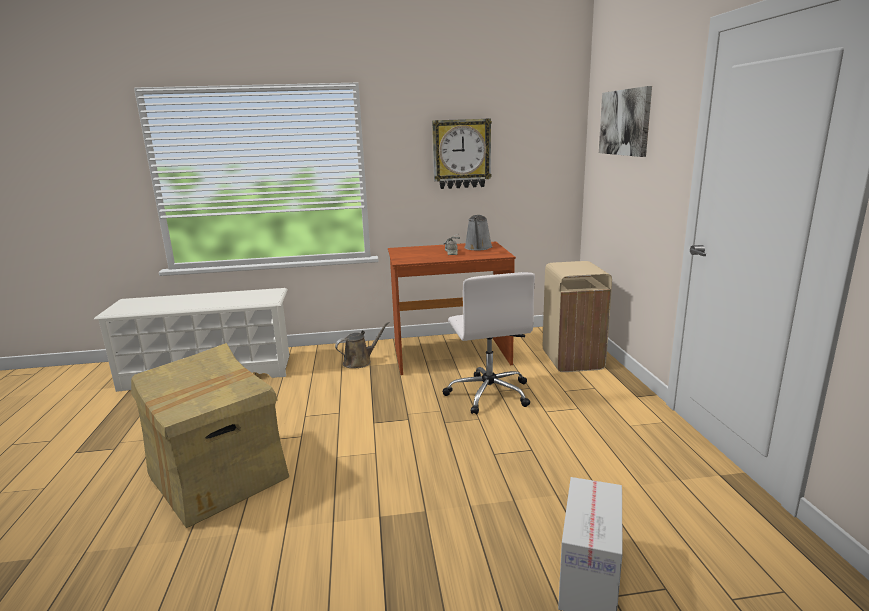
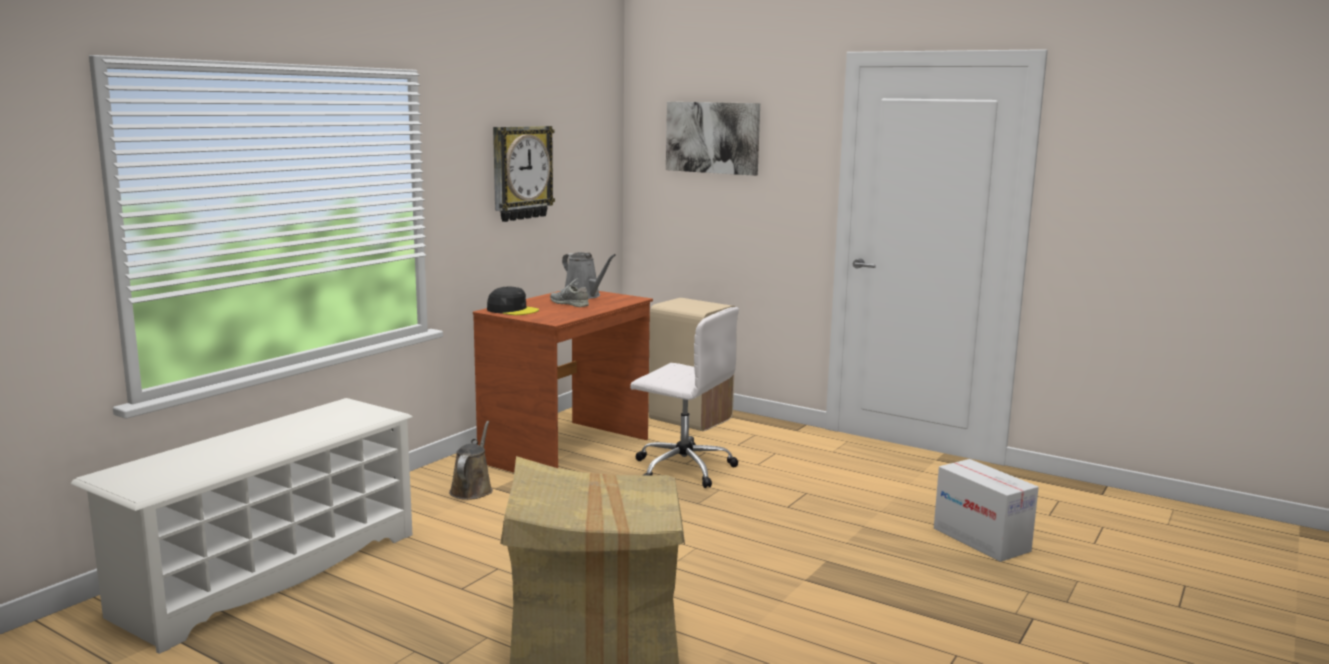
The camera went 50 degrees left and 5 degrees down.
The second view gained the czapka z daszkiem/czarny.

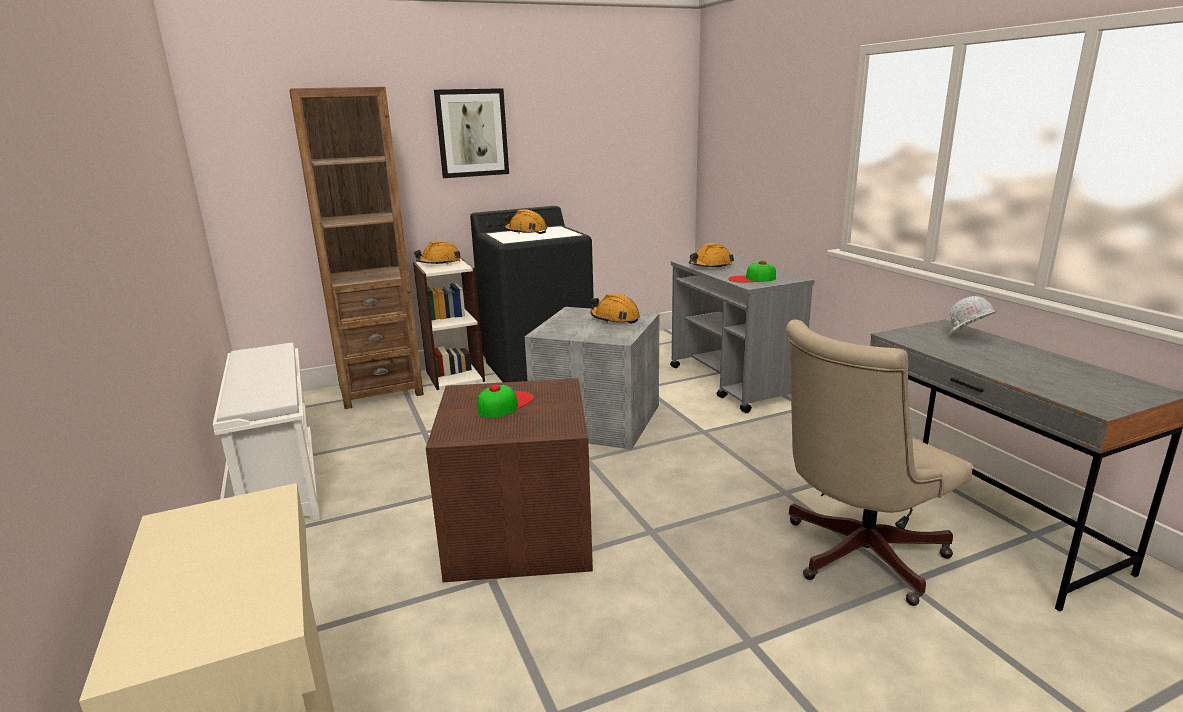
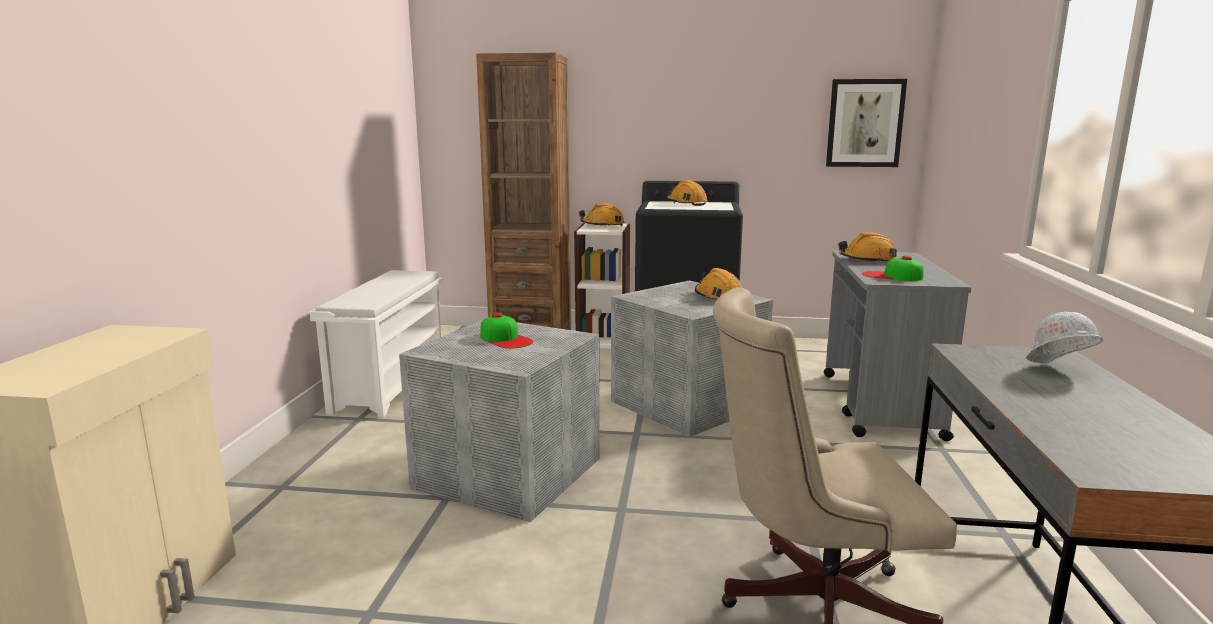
The camera went 30 degrees right and 5 degrees down.
What was the pojemnik do przechowywania/brązowy turned into the pojemnik do przechowywania/szary (1st from left).
The czapka z daszkiem (1st from left) ended up facing another way, 75 degrees clockwise from before.
The obraz ended up elsewhere.

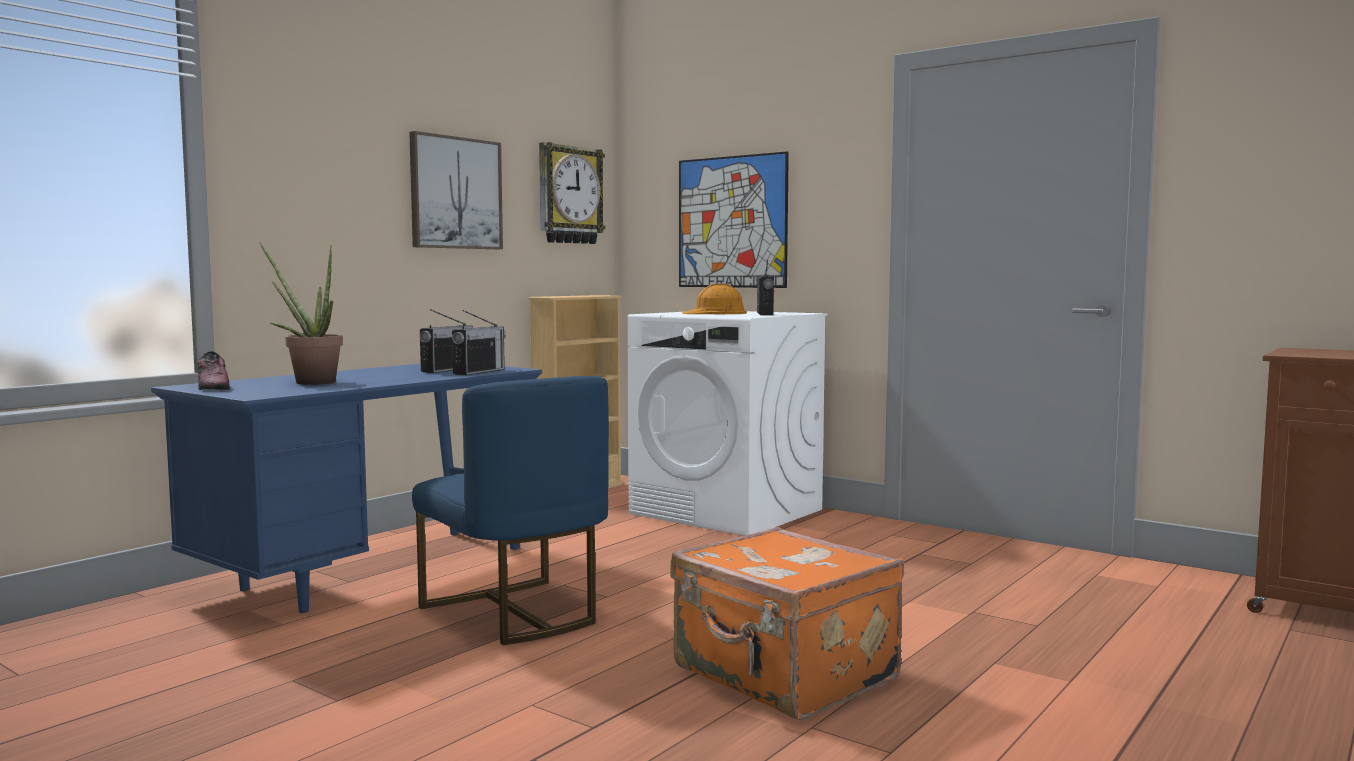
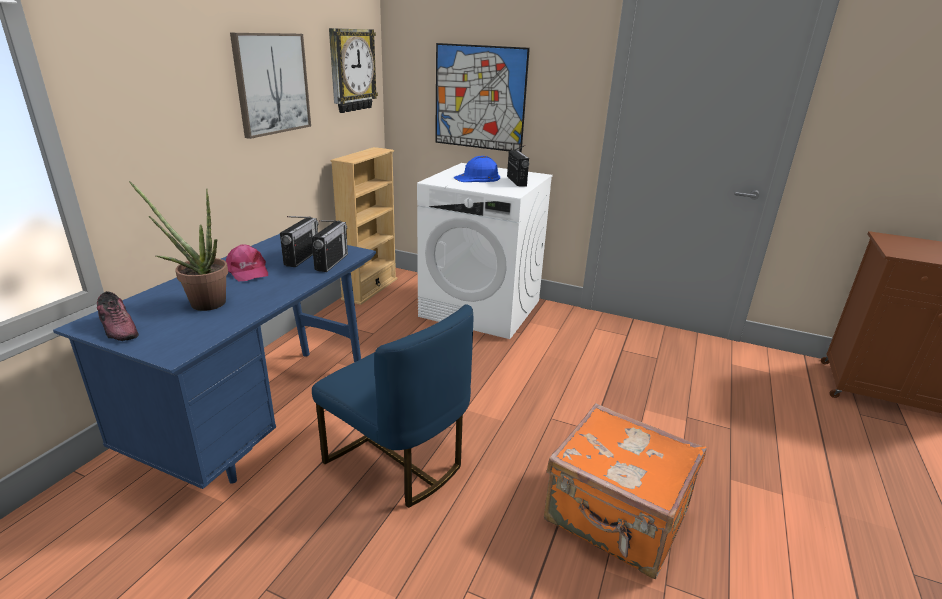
The camera went 15 degrees left and 20 degrees up.
The second view gained the czapka z daszkiem/różowy.
What was the kask/pomarańczowy turned into the kask/niebieski.

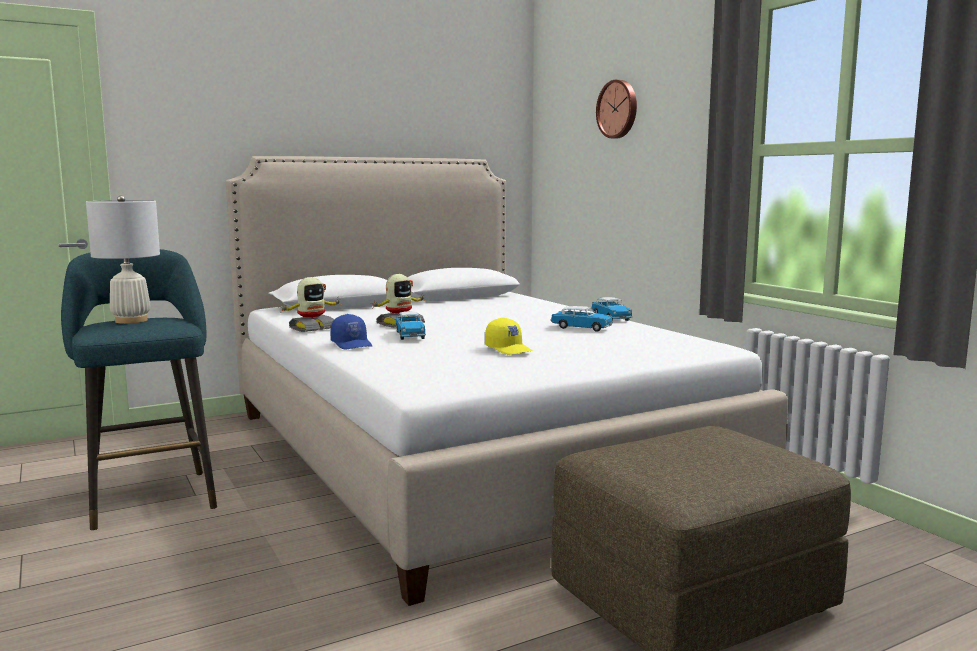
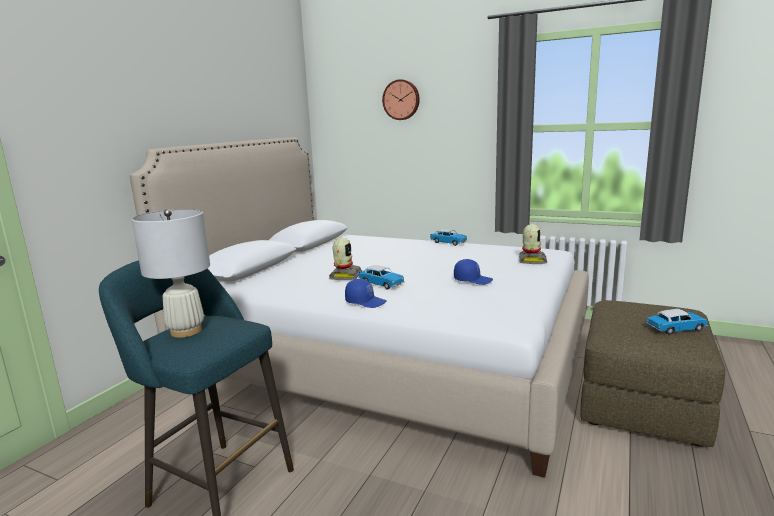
The camera went 35 degrees left and 5 degrees up.
What was the czapka z daszkiem/żółty turned into the czapka z daszkiem/niebieski (2nd from left).
The robot zabawkowy (1st from left in the first image) ended up elsewhere.
The samochodzik (2nd from left in the first image) ended up elsewhere.

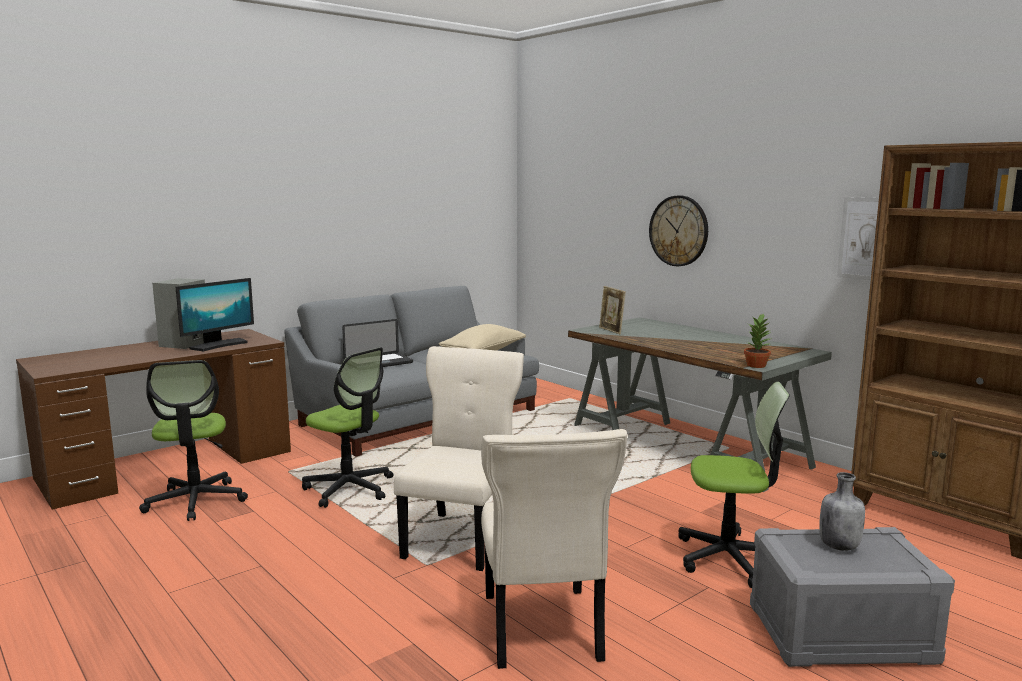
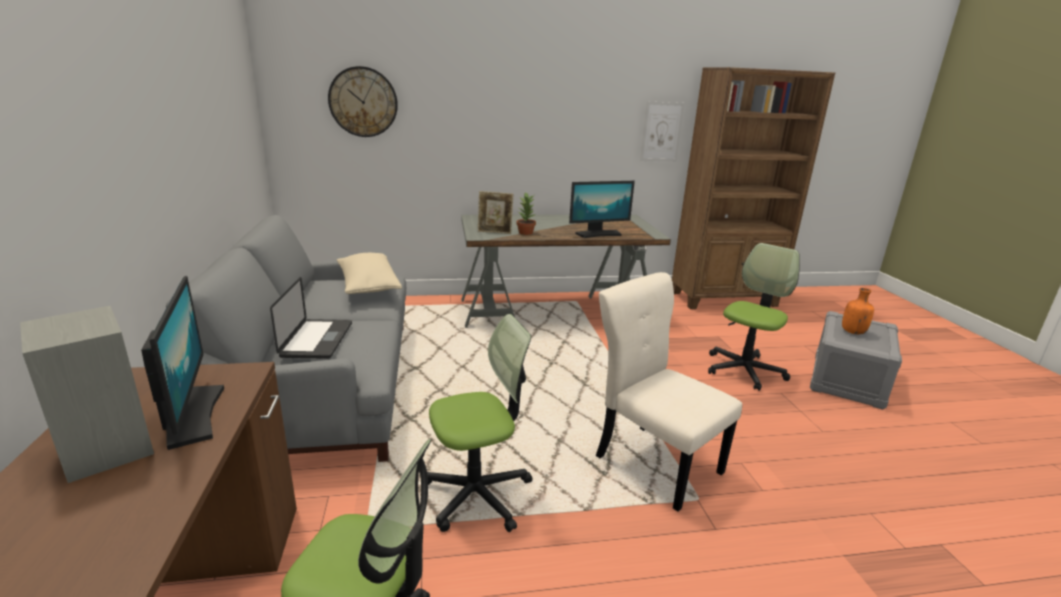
The camera went 60 degrees left and 10 degrees up.
The zegar ścienny ended up elsewhere.
The roślina doniczkowa ended up elsewhere.
The second view gained the monitor (2nd from left).
What was the butelka/szary turned into the butelka/pomarańczowy.
The second view lost the krzesło/beżowy (2nd from left).

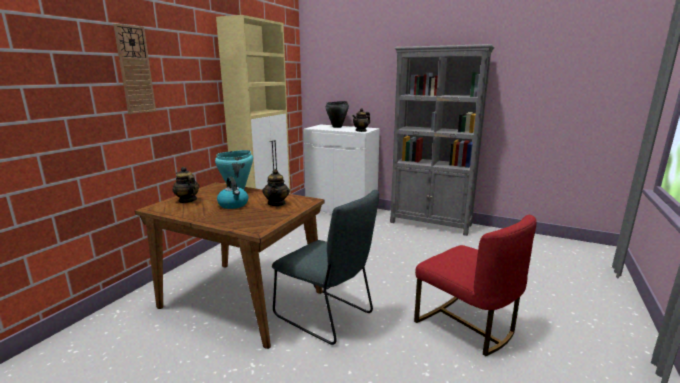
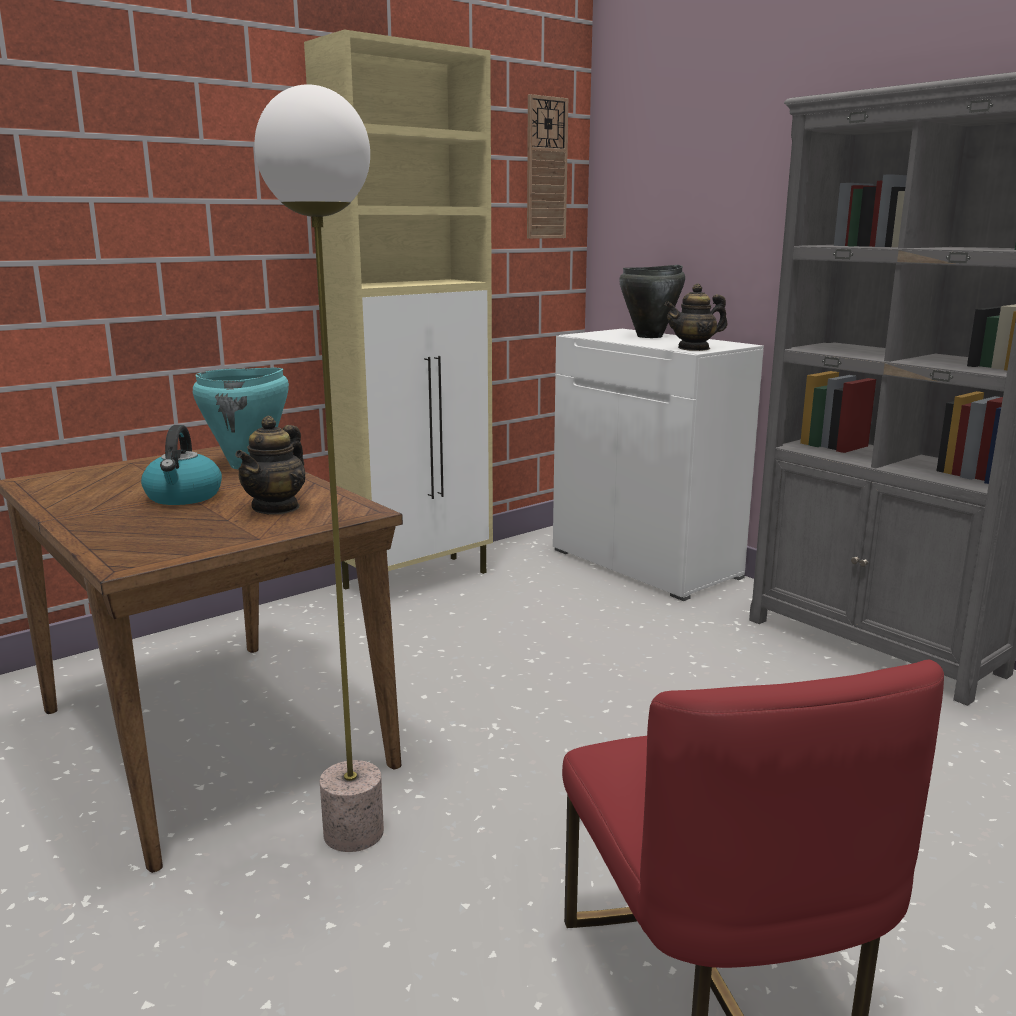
The camera went 25 degrees right and 0 degrees up.
Where the krzesło/szary stood, the lampa stojąca came to stand.
The zegar ścienny ended up elsewhere.
The second view lost the imbryk (1st from left).

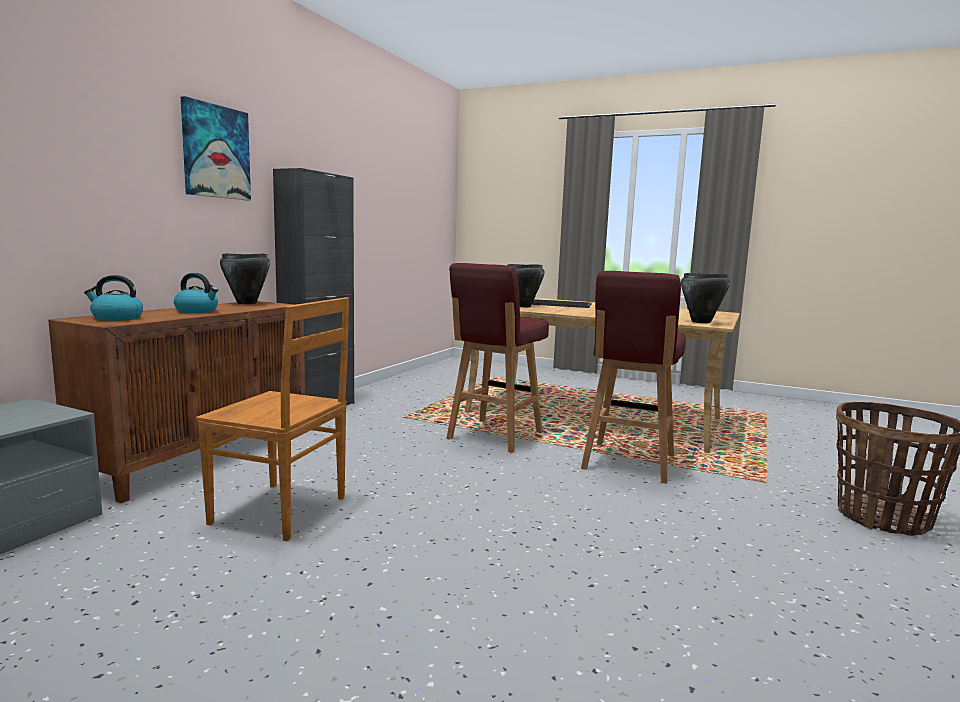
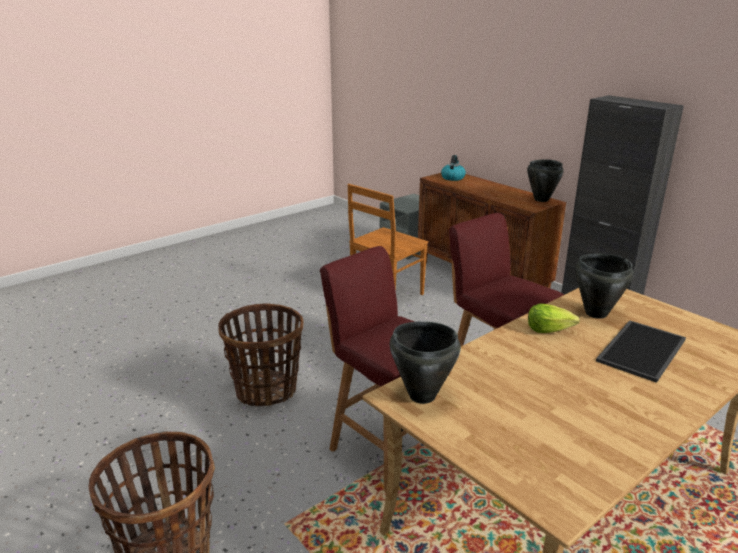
The camera went 115 degrees right and 15 degrees up.
The second view gained the koszyk (2nd from left).
The second view gained the sałata.
The second view lost the czajnik (2nd from left).
The second view lost the obraz.

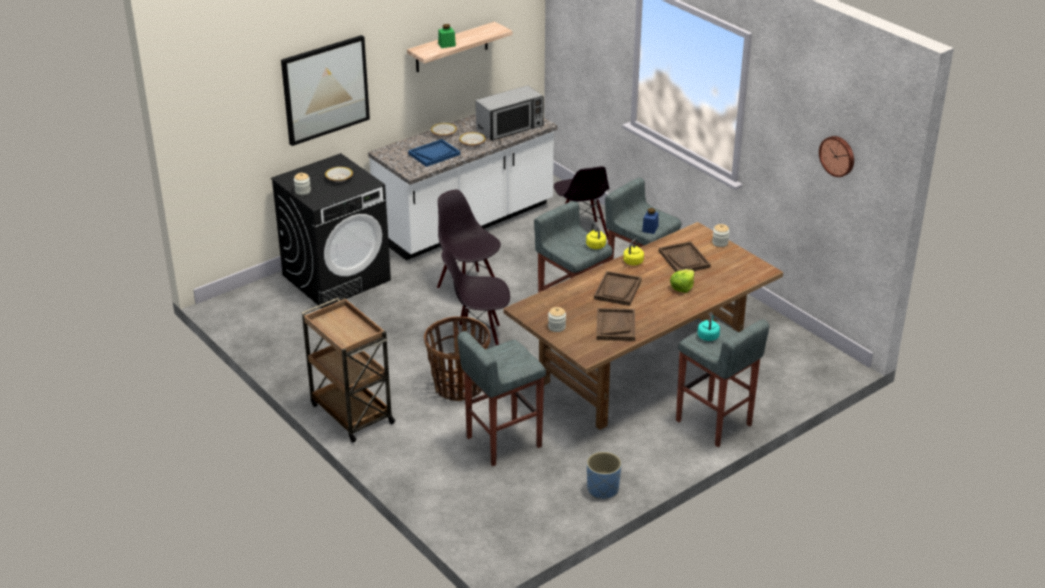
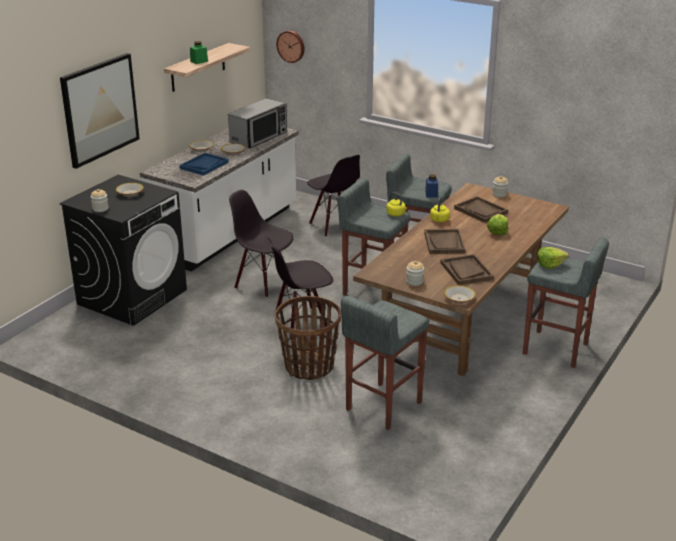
The camera went 20 degrees left and 5 degrees down.
The zegar ścienny ended up elsewhere.
The second view gained the miska (4th from left).
Where the czajnik/turkusowy stood, the sałata (2nd from left) came to stand.
The second view lost the wózek/brązowy.
The second view lost the donica/niebieski.

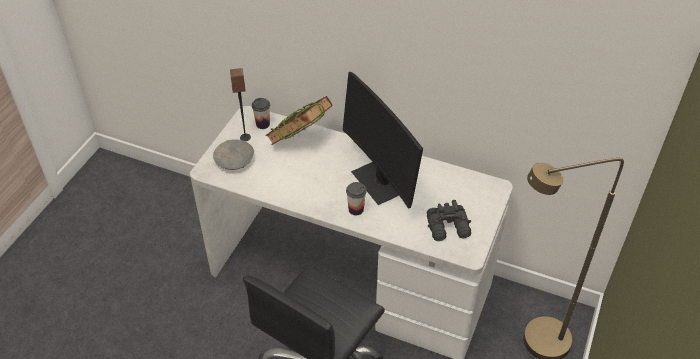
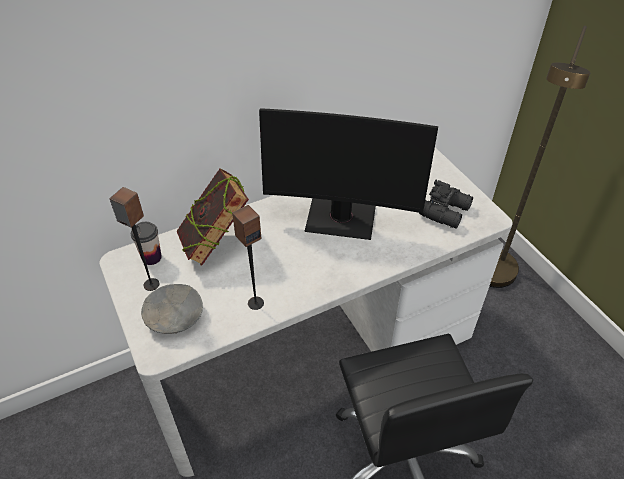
The camera went 50 degrees left and 0 degrees up.
The second view gained the głośnik (2nd from left).
The second view lost the filiżanka (2nd from left).

